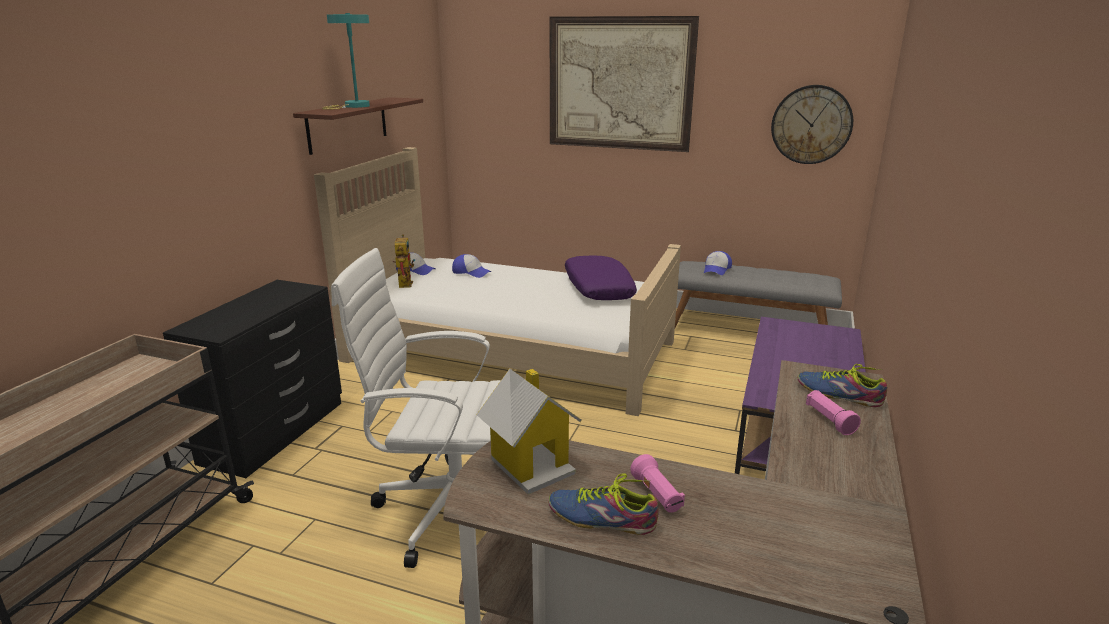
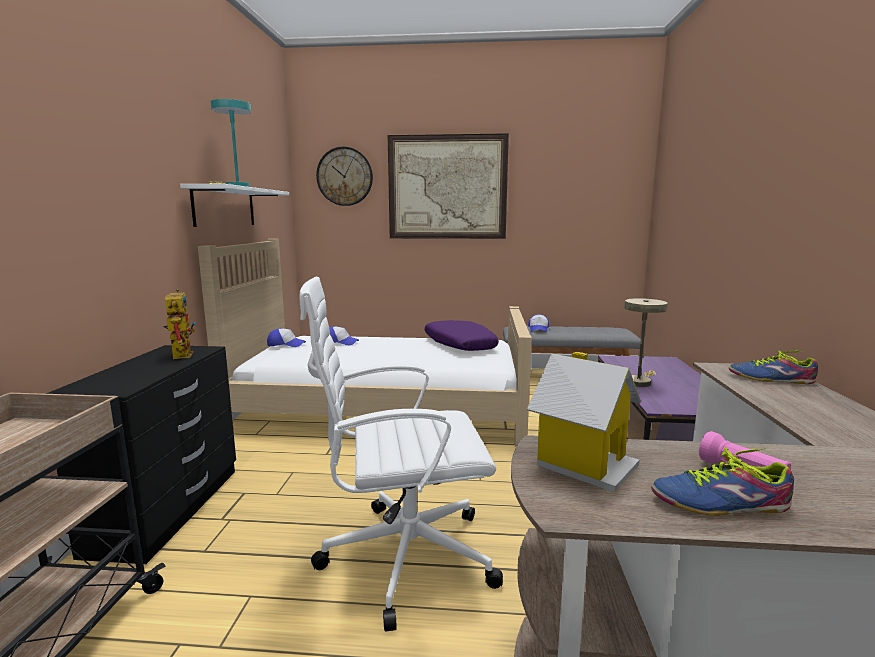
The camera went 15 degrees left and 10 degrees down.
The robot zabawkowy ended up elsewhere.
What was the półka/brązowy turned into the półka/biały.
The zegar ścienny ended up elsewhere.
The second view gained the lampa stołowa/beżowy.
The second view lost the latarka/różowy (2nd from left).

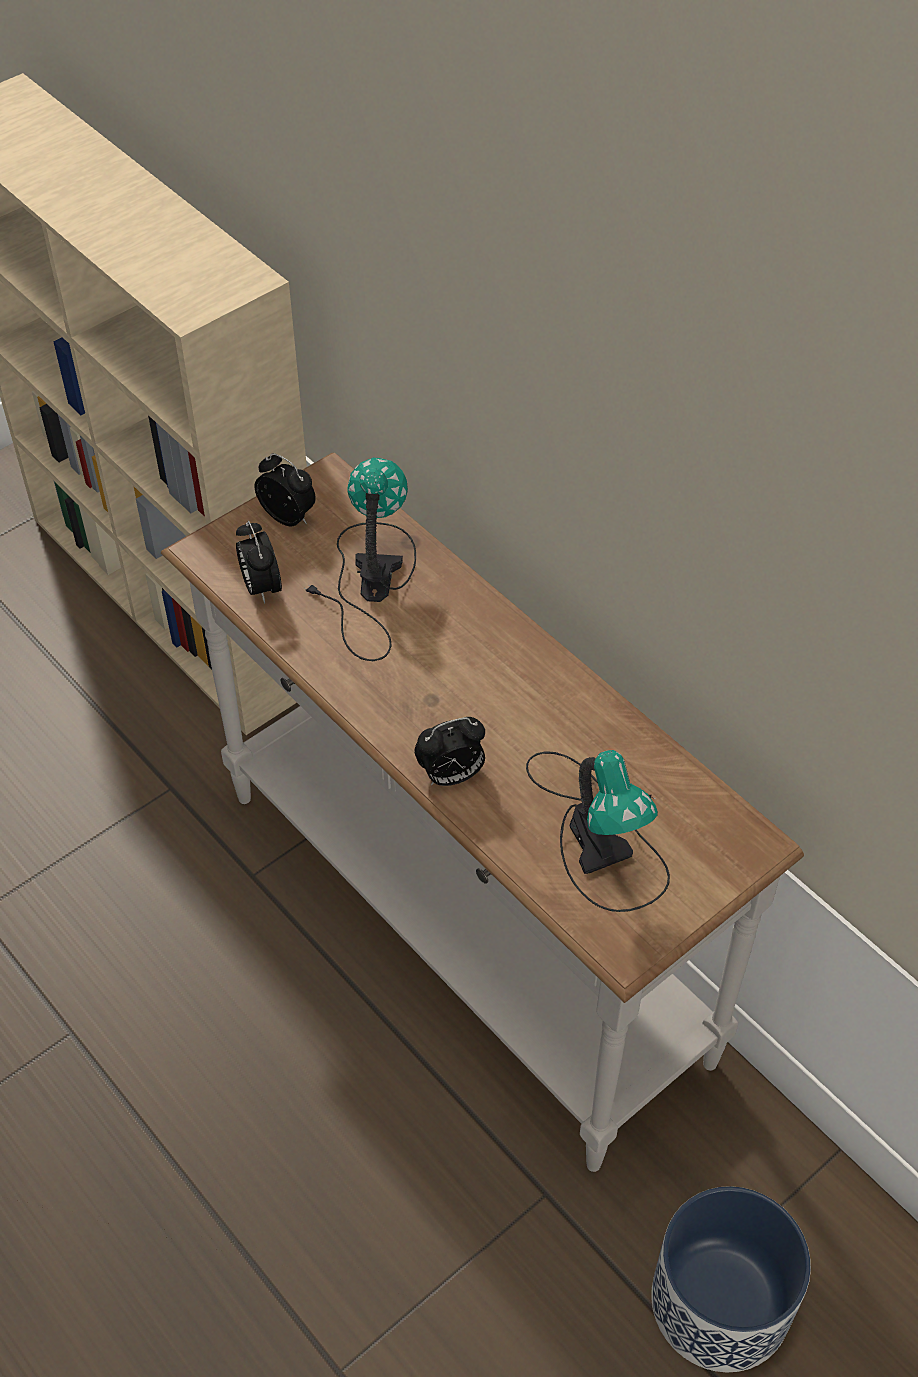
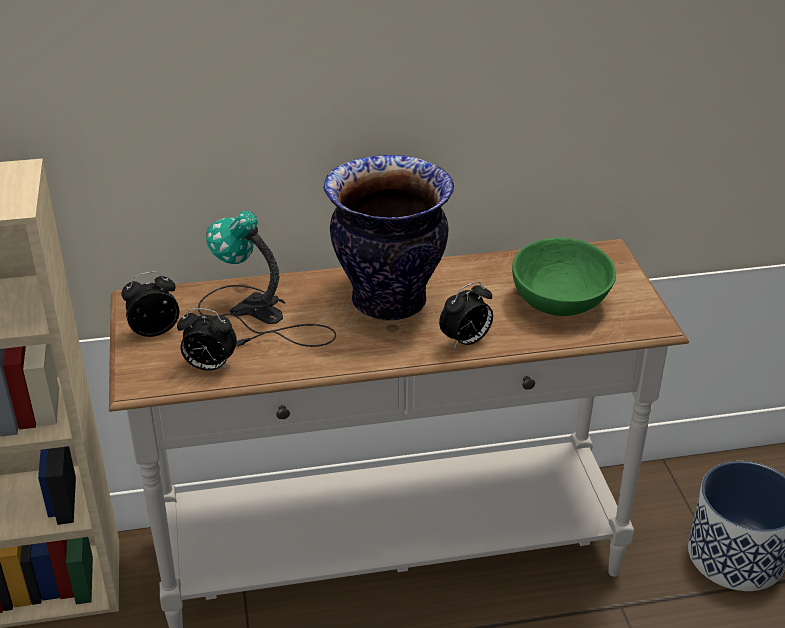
The camera went 60 degrees left and 15 degrees down.
The second view gained the wazon.
The budzik (3rd from left) ended up facing another way, 45 degrees clockwise from before.
Where the lampa stołowa (2nd from left) stood, the miska/zielony came to stand.

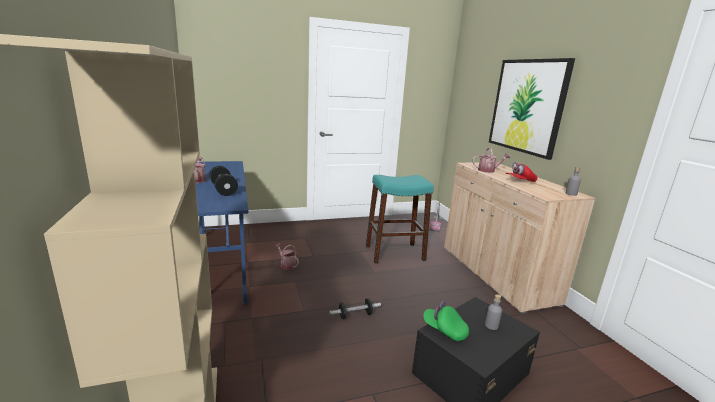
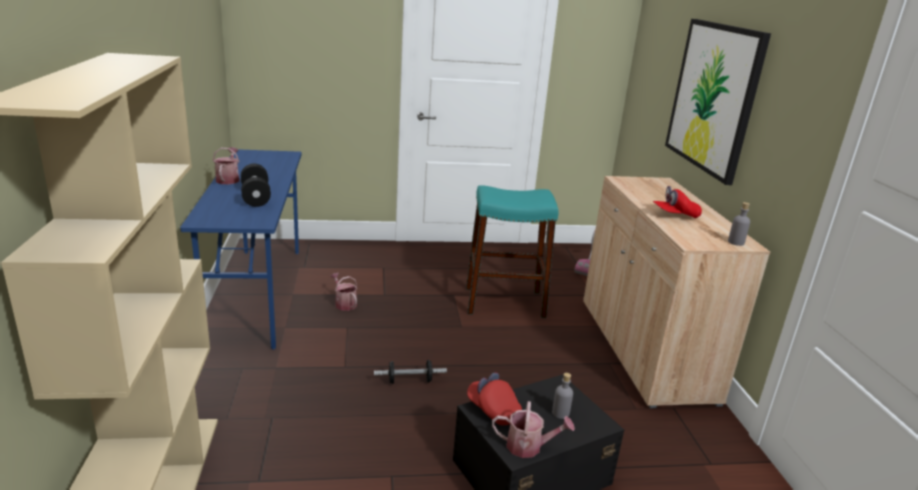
The camera went 10 degrees right and 5 degrees up.
What was the czapka z daszkiem/zielony turned into the czapka z daszkiem/czerwony (1st from left).
The konewka (3rd from left) ended up elsewhere.

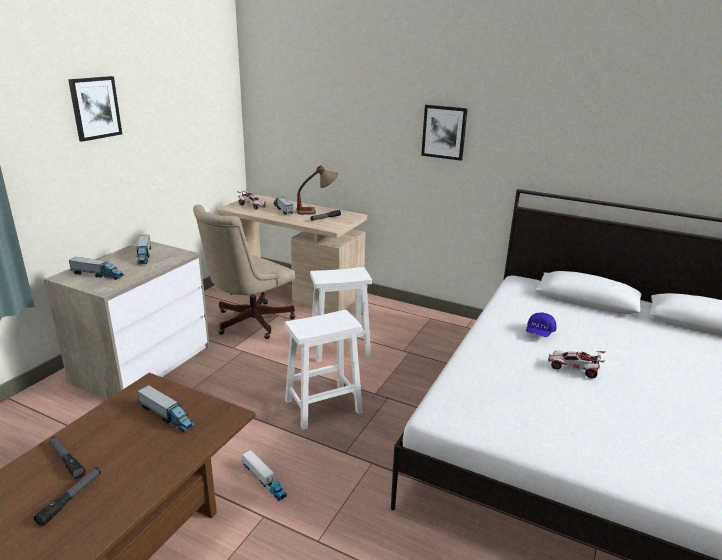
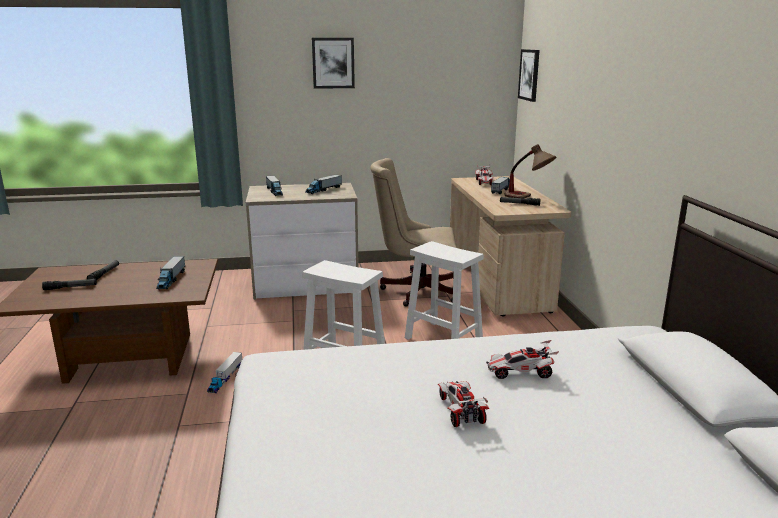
The camera went 55 degrees right and 5 degrees down.
Where the czapka z daszkiem/niebieski stood, the samochodzik (3rd from left) came to stand.
The obraz (2nd from left) ended up elsewhere.

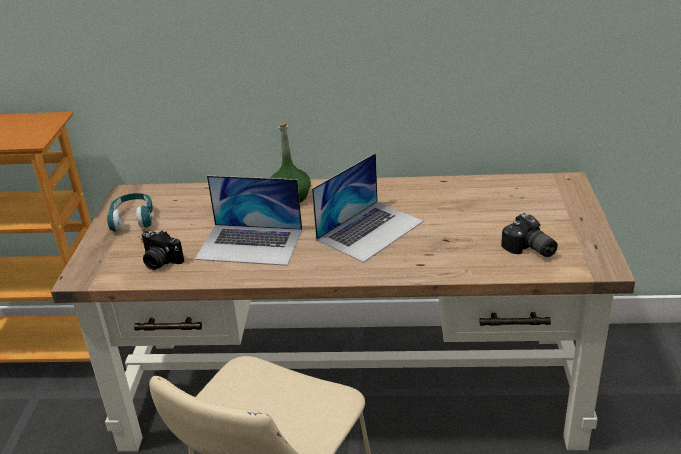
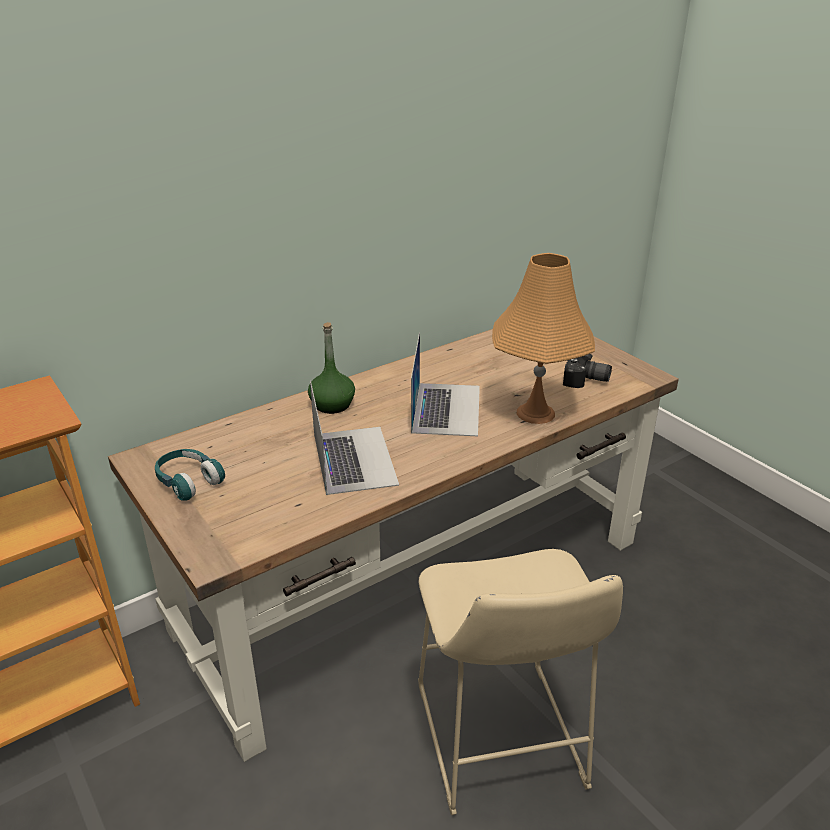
The camera went 40 degrees left and 0 degrees up.
The laptop (1st from left) ended up facing another way, 75 degrees counterclockwise from before.
The second view gained the lampa stołowa/pomarańczowy.
The second view lost the aparat fotograficzny (1st from left).

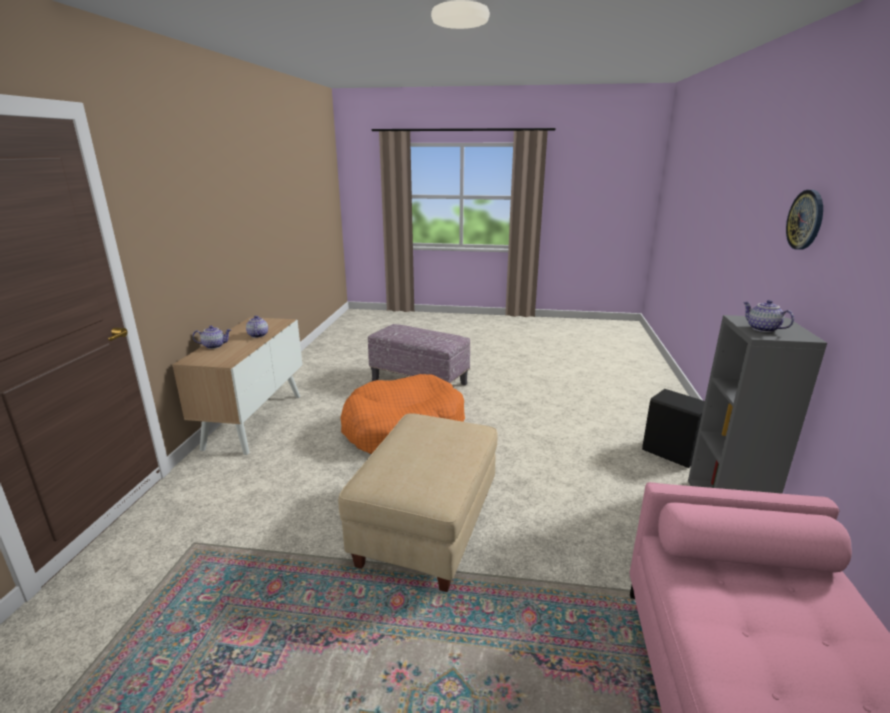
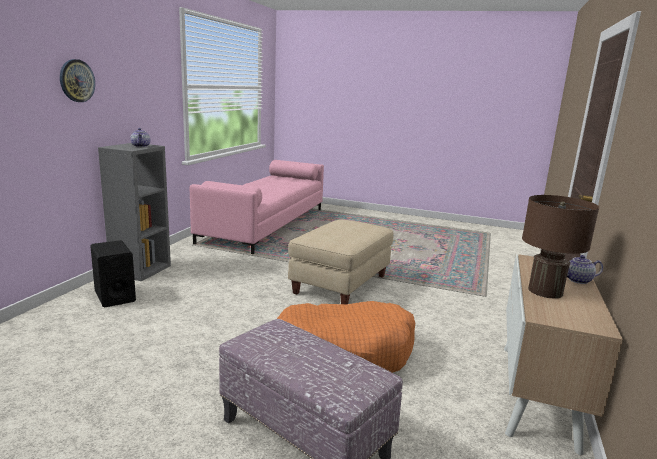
The camera went 170 degrees left and 5 degrees down.
Where the imbryk (2nd from left) stood, the lampa stołowa/brązowy came to stand.

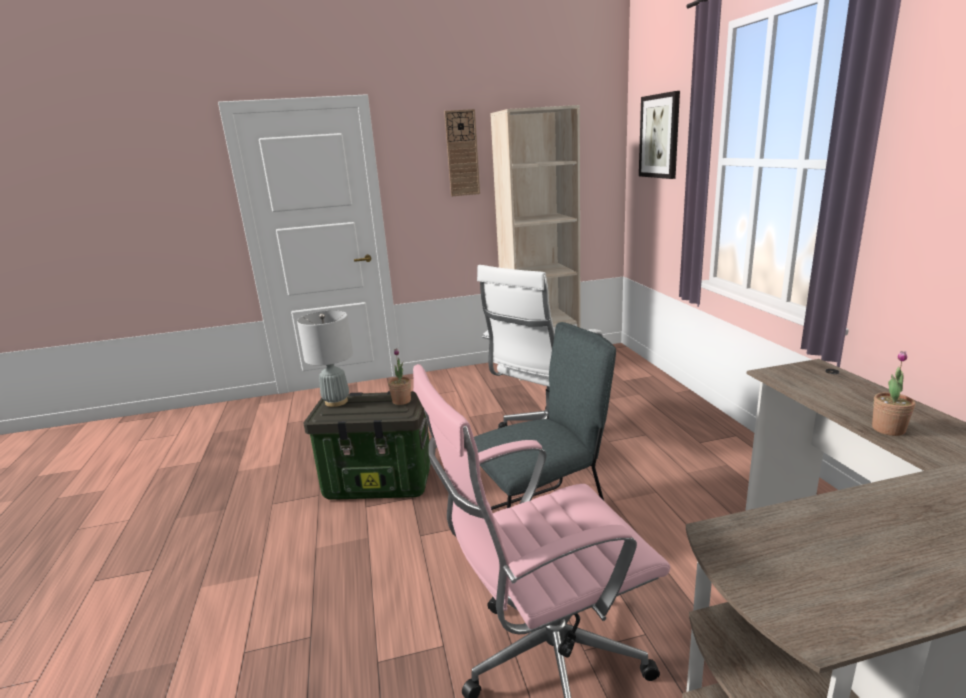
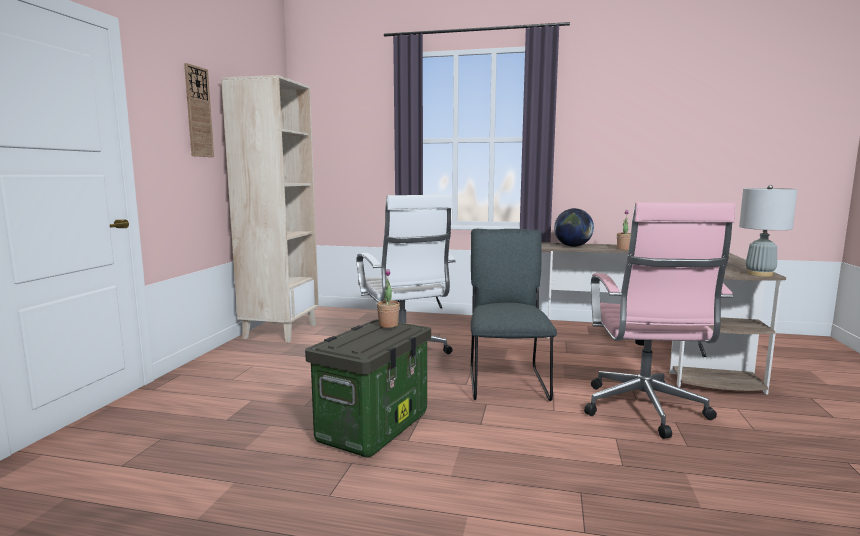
The camera went 65 degrees left and 10 degrees down.
The second view gained the globus.
The lampa stołowa/szary ended up elsewhere.
The second view lost the obraz.

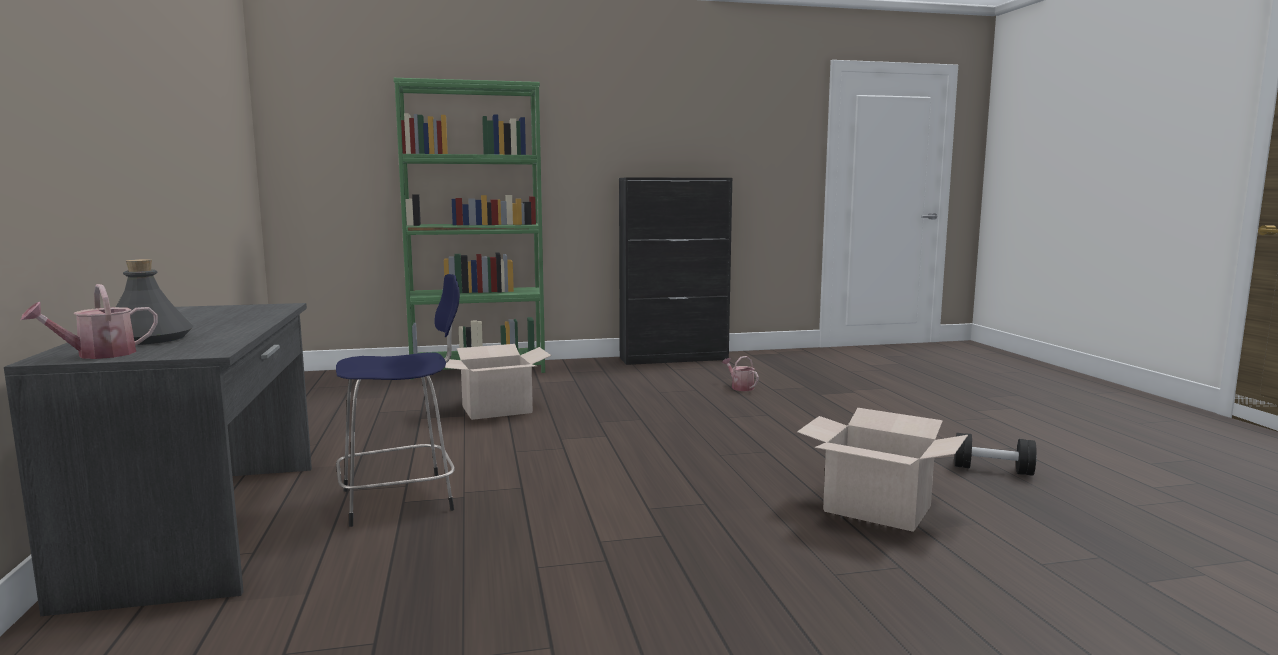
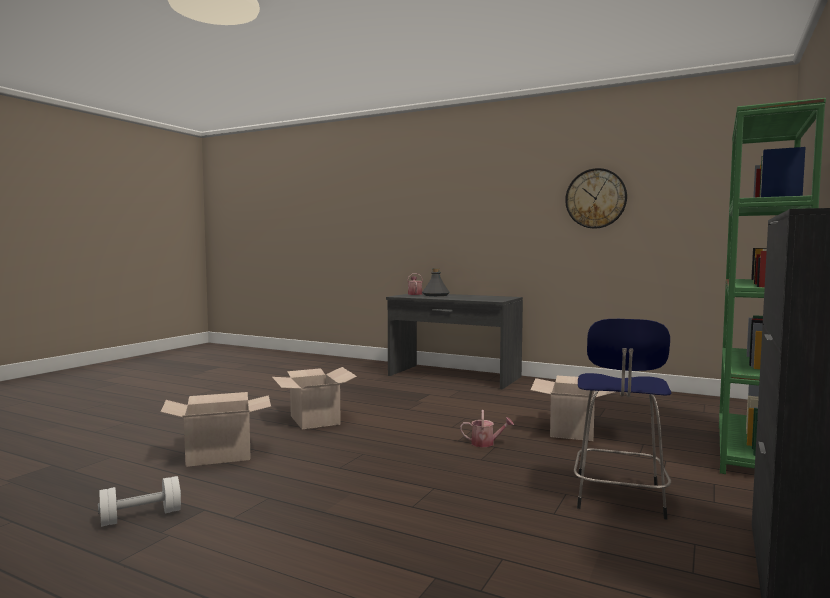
The camera went 130 degrees right and 5 degrees down.
What was the hantel/czarny turned into the hantel/biały.
The second view gained the karton (2nd from left).
The konewka (2nd from left) ended up elsewhere.
The second view gained the zegar ścienny.
The stołek/niebieski ended up elsewhere.

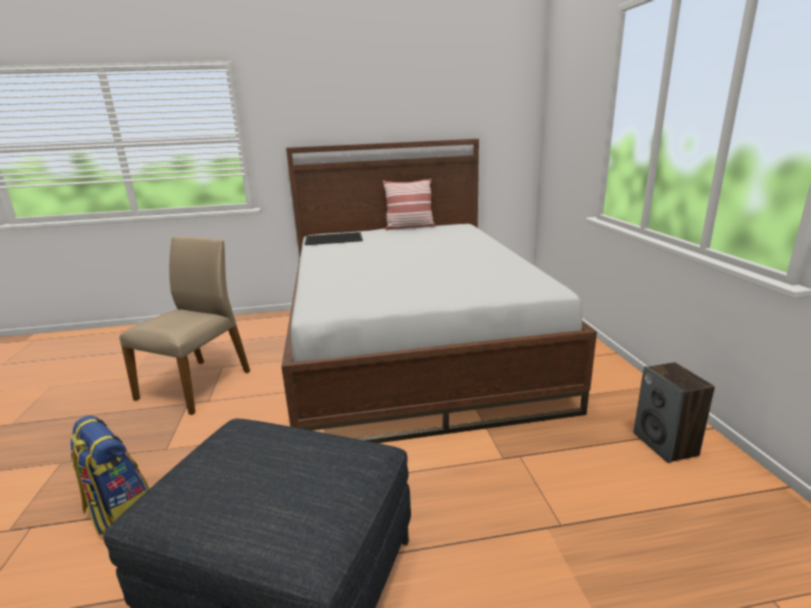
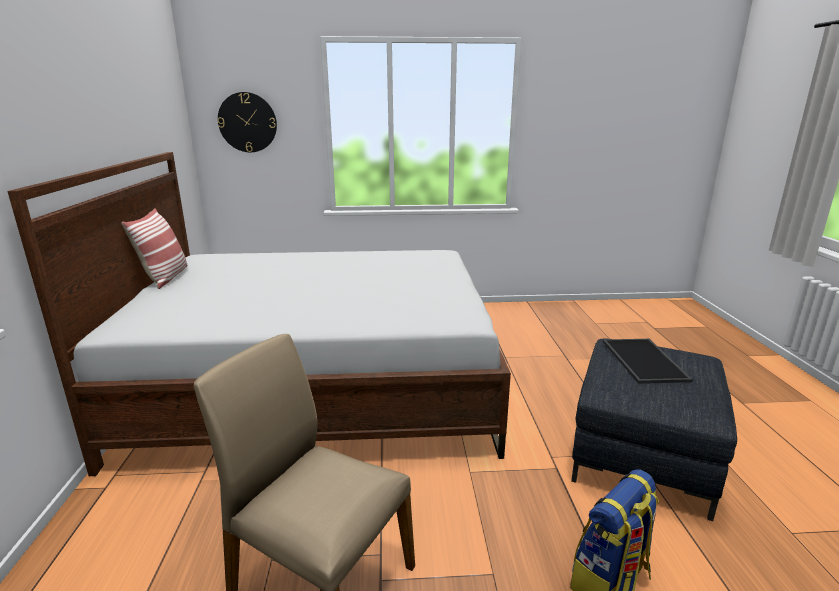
The camera went 85 degrees left and 0 degrees up.
The second view gained the zegar ścienny.
The taca ended up elsewhere.
The second view lost the głośnik.

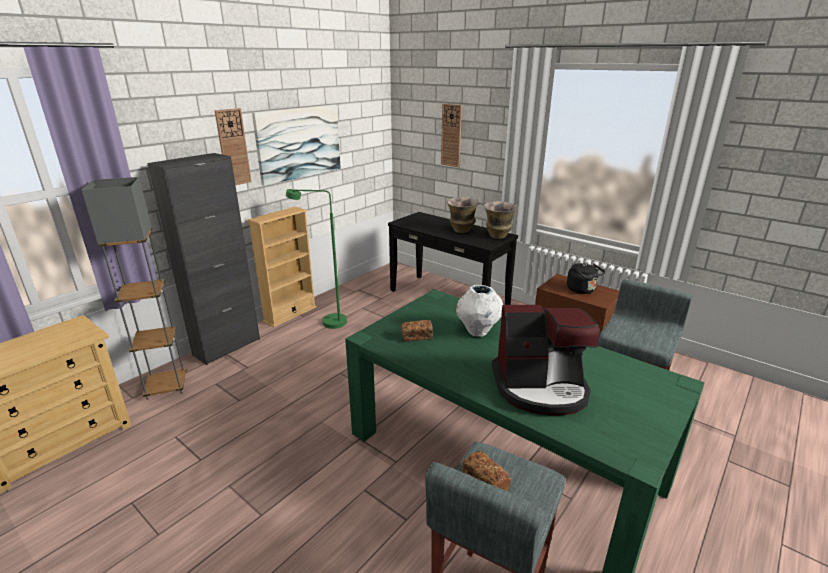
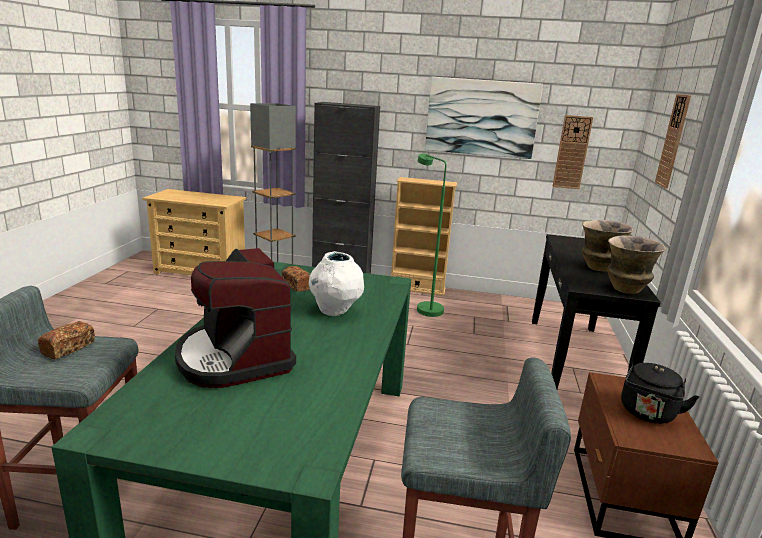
The camera went 60 degrees right and 5 degrees down.
The zegar ścienny (1st from left) ended up elsewhere.

